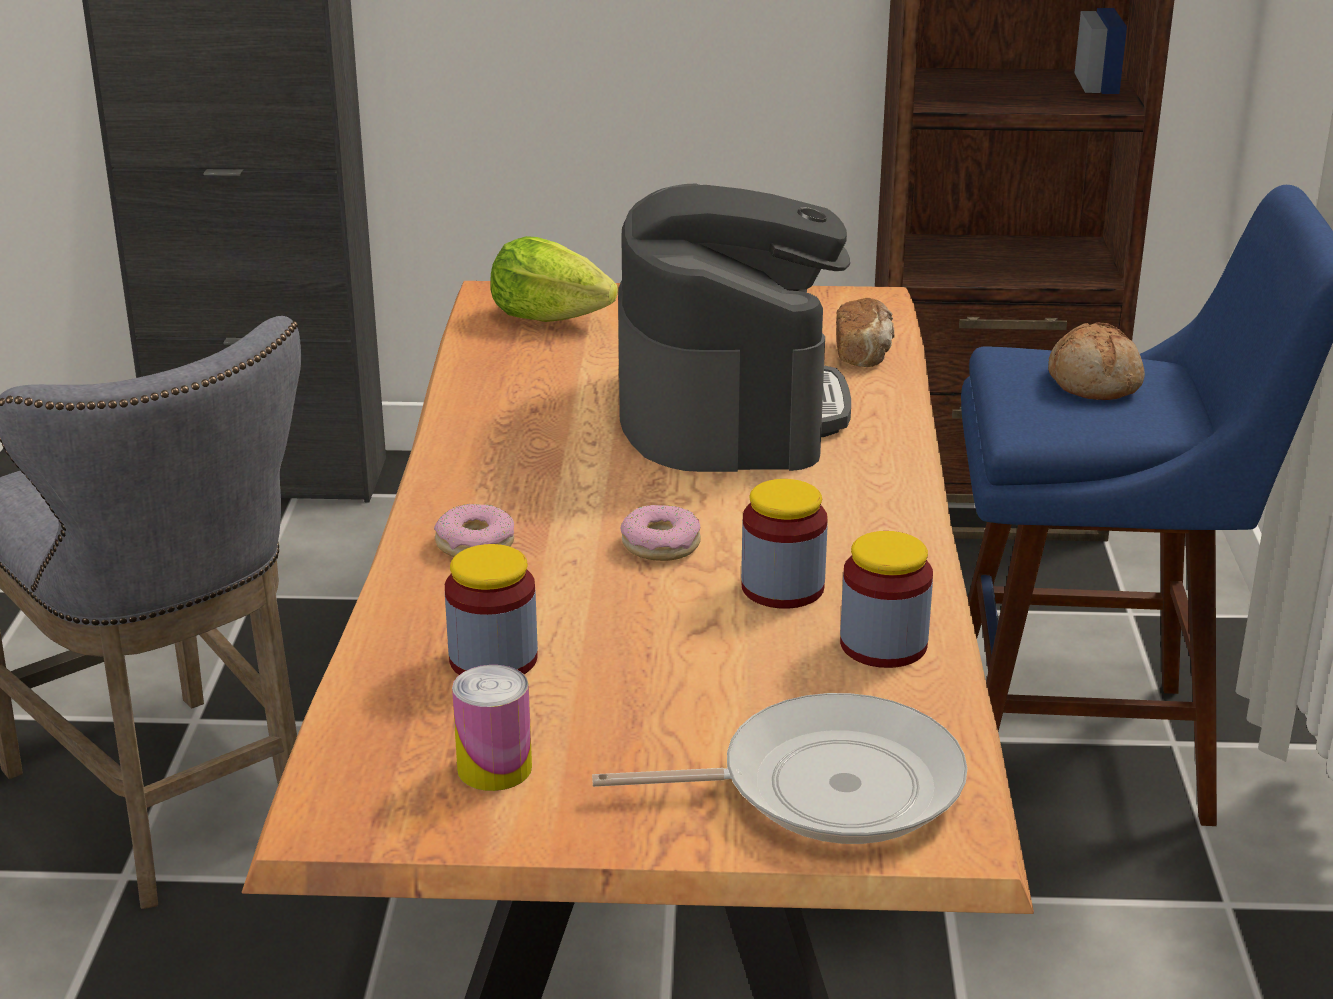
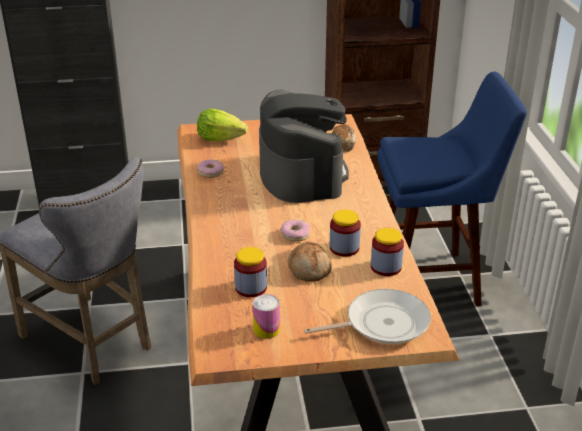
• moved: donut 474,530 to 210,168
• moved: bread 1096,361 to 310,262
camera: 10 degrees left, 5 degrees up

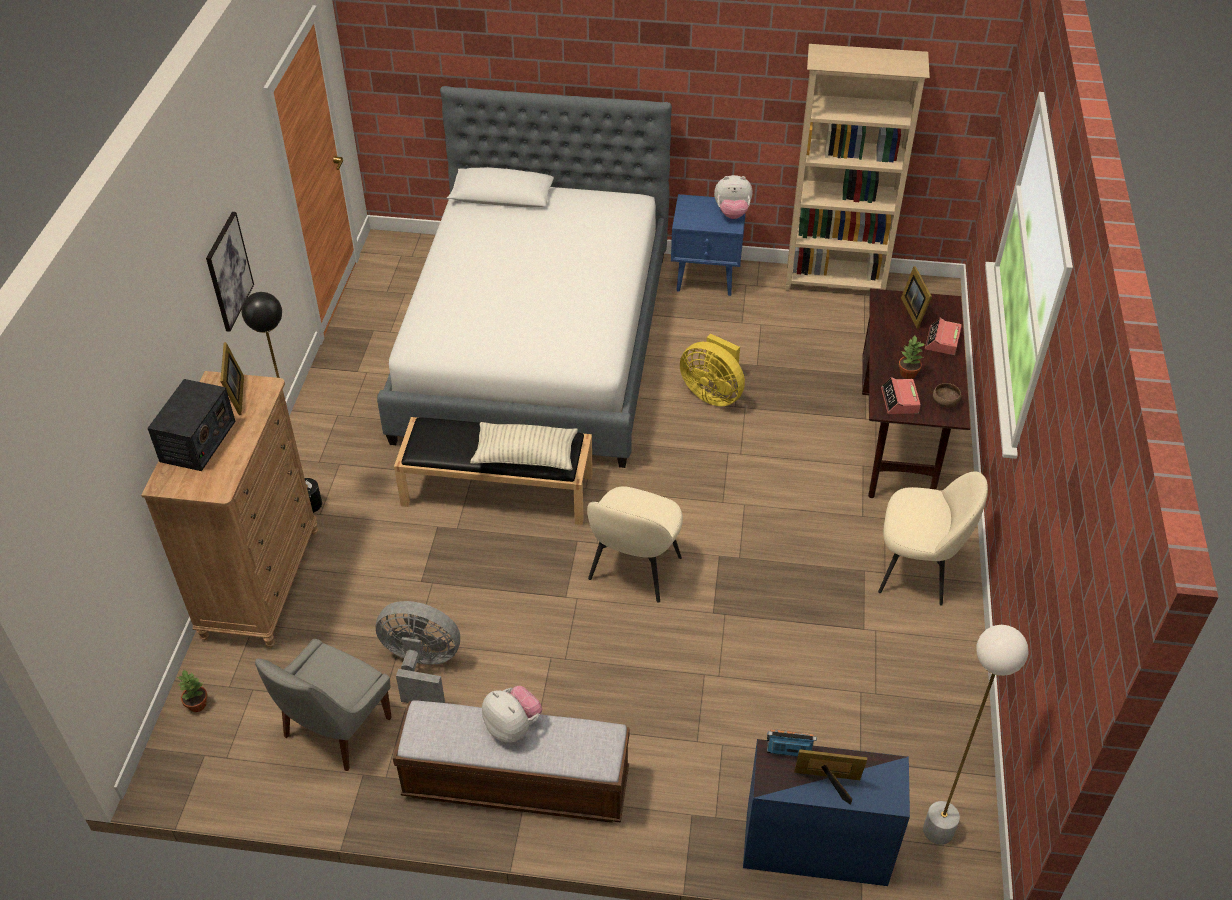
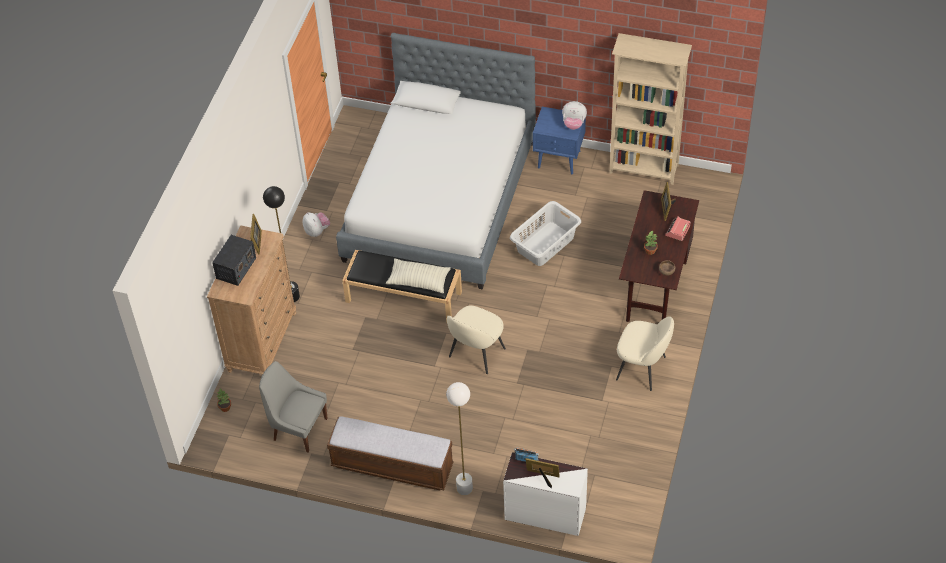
• removed: wall picture 230,272
• removed: grey electric fan 417,652
• removed: bedside clock 901,395
• moved: plush toy 512,714 to 316,224
• moved: white-coloured floor lamp 975,735 to 459,438
• replaced: yellow-coloured electric fan 712,369 to grey hamper 545,233
• recoloured: blue drawer chest 826,812 to white-coloured drawer chest 545,494
• turned: grey chair 323,705 = 293,407 75 degrees clockwise
camera: 10 degrees right, 5 degrees up

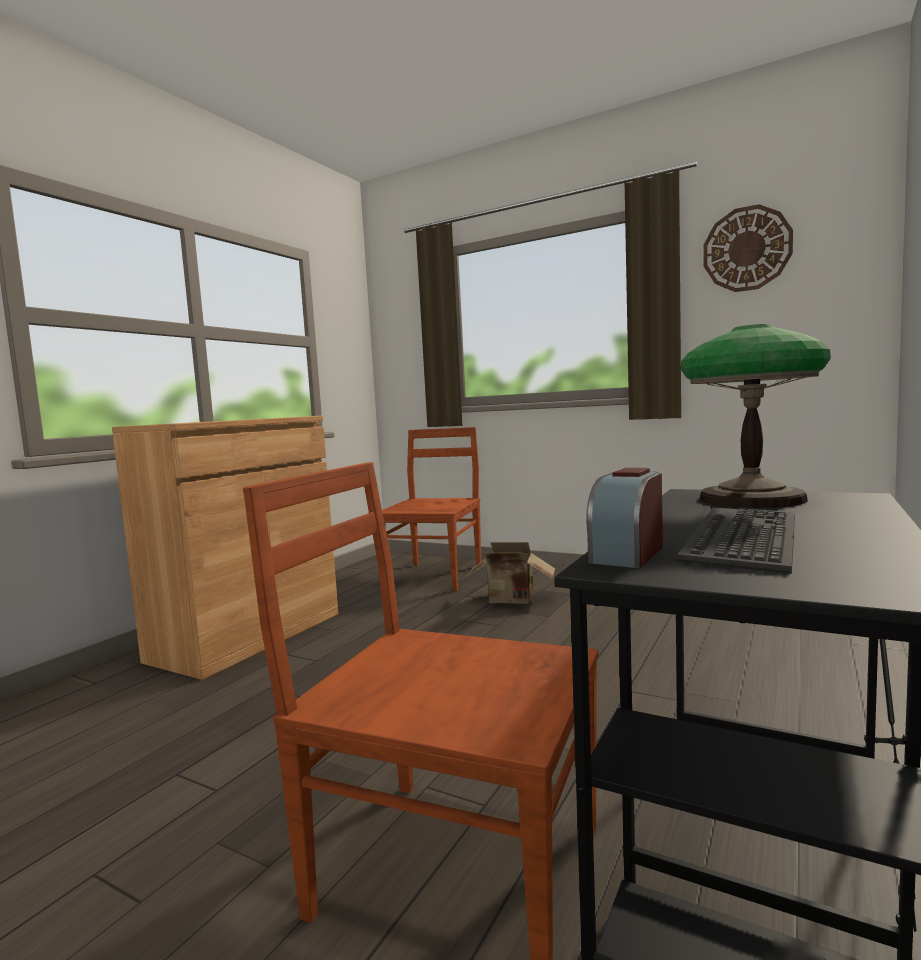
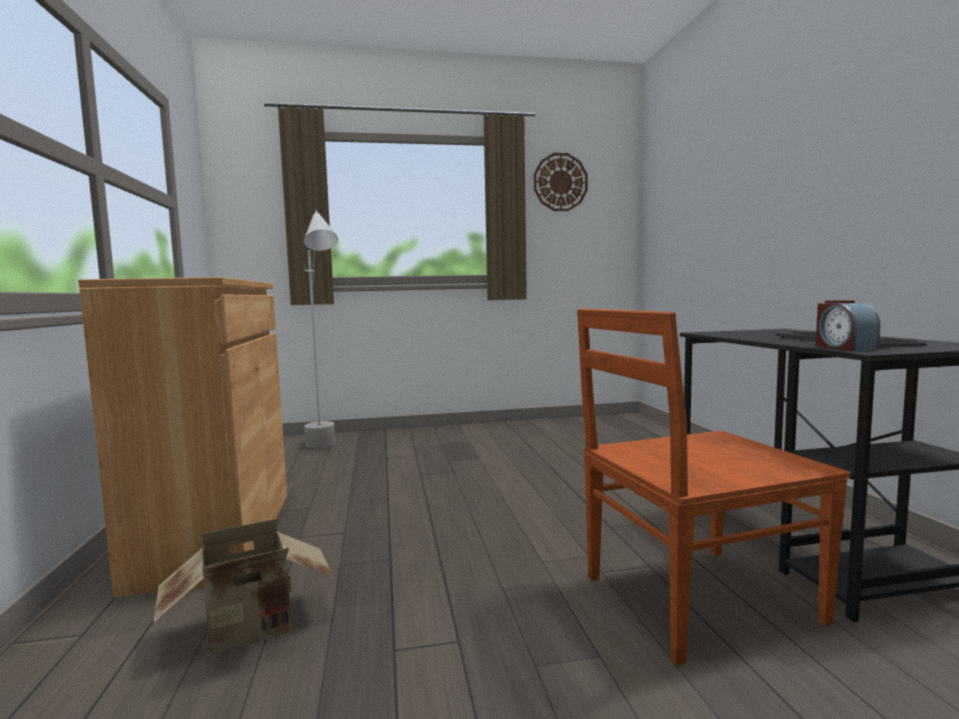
• removed: table lamp 756,416
• moved: packing box 510,573 to 243,586
• replaced: brown-coloured chair 431,509 to grey floor lamp 321,329
camera: 40 degrees left, 0 degrees up

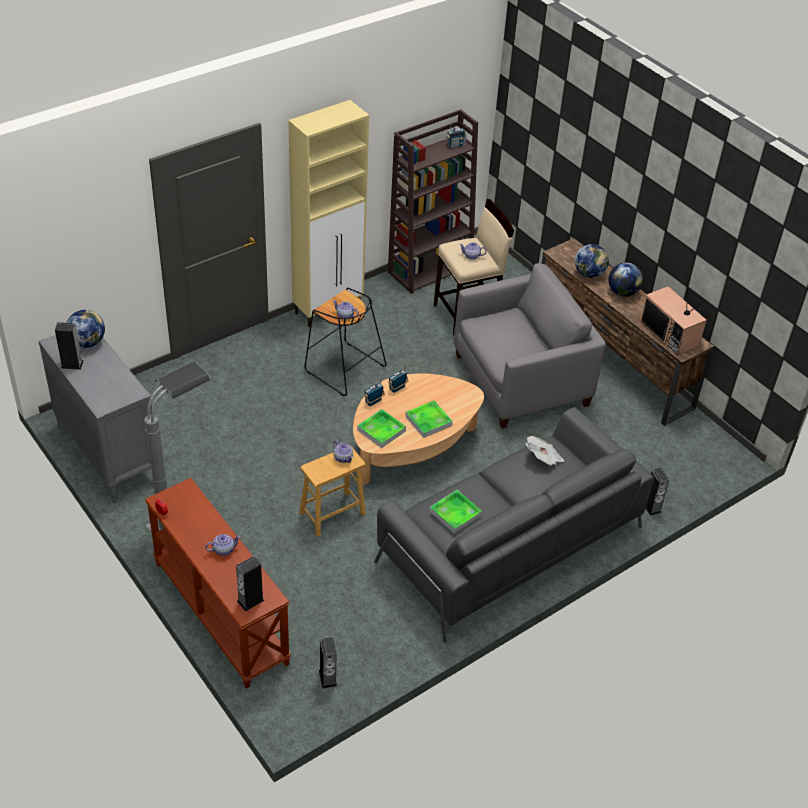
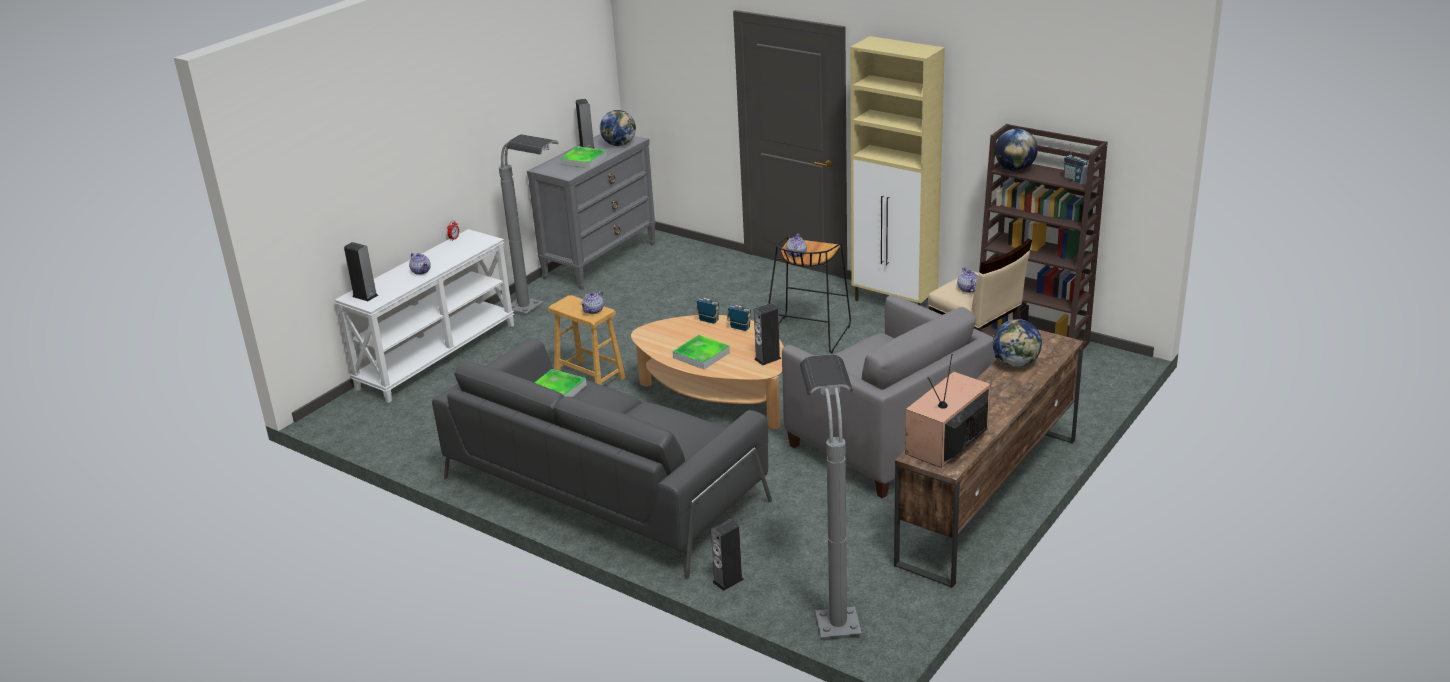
• removed: daily paper 545,450
• added: grey floor lamp 831,496
• moved: audio speaker 328,662 to 768,334
• moved: carrying tray 381,428 to 583,157
• moved: world globe 625,280 to 1016,150
• recoloured: brown-coloured narrow table 218,583 to white-coloured narrow table 424,316
camera: 75 degrees right, 15 degrees down

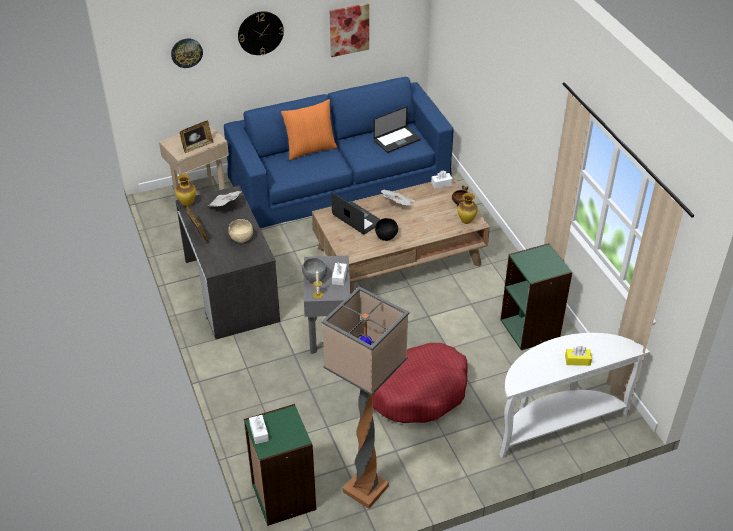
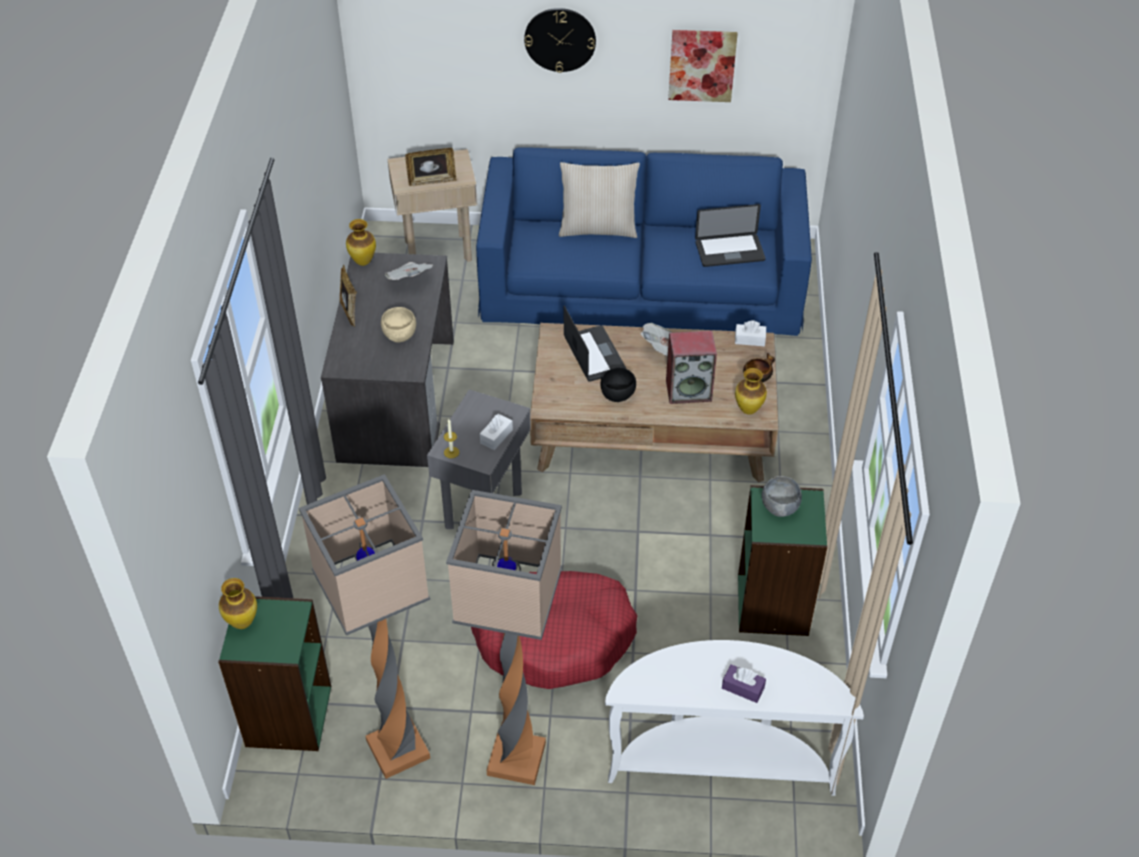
• removed: hanging clock 187,53
• added: floor lamp 504,637
• added: audio speaker 691,367
• moved: grey deep dish 314,270 to 782,496
• replaced: white-coloured tissue holder 259,429 to vase 238,603
• recoloured: orangey pillow 309,129 to sand-coloured pillow 599,200
• recoloured: yellow-coloured tissue holder 578,356 to purple-coloured tissue holder 744,683
camera: 25 degrees right, 5 degrees up

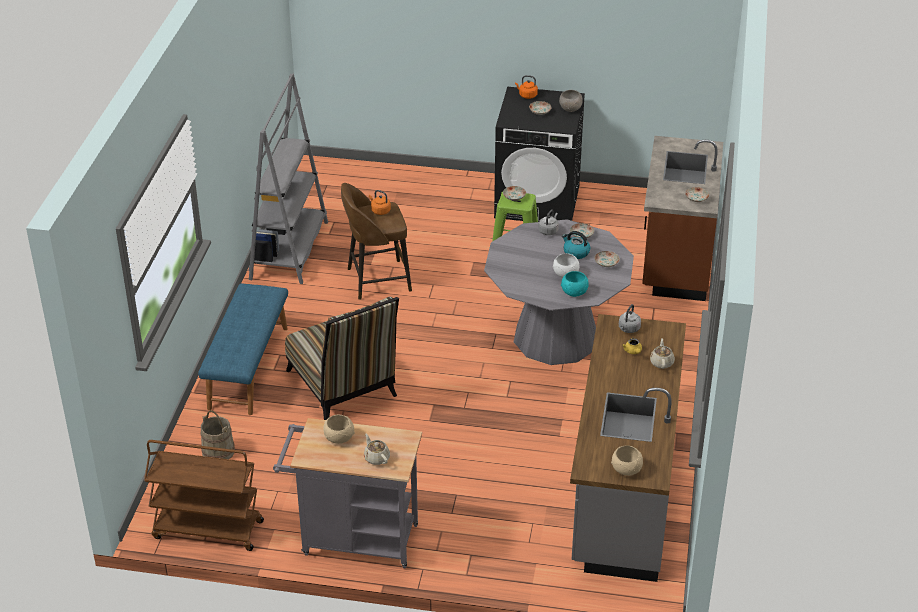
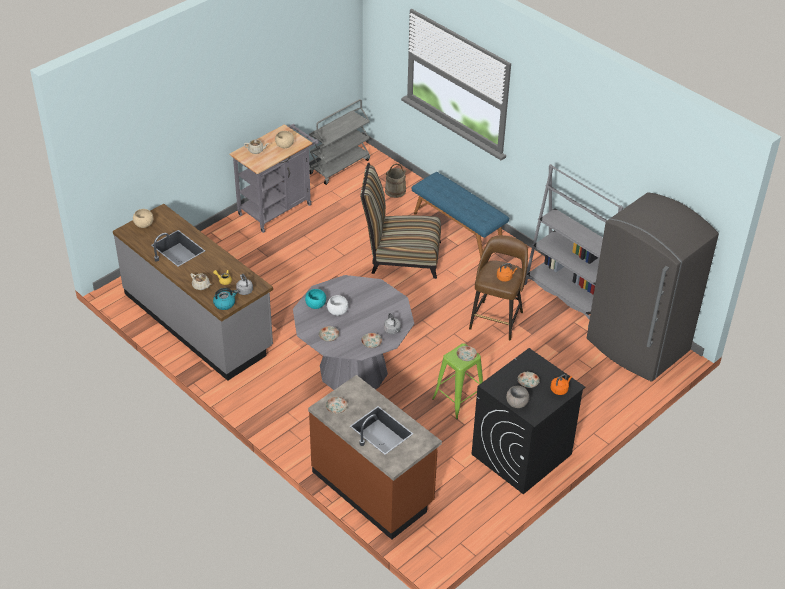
• added: grey kitchen fridge 653,287
• moved: kettle 576,245 to 225,299
• recoloured: brown-coloured cart 204,495 to grey cart 339,142
camera: 125 degrees right, 5 degrees up

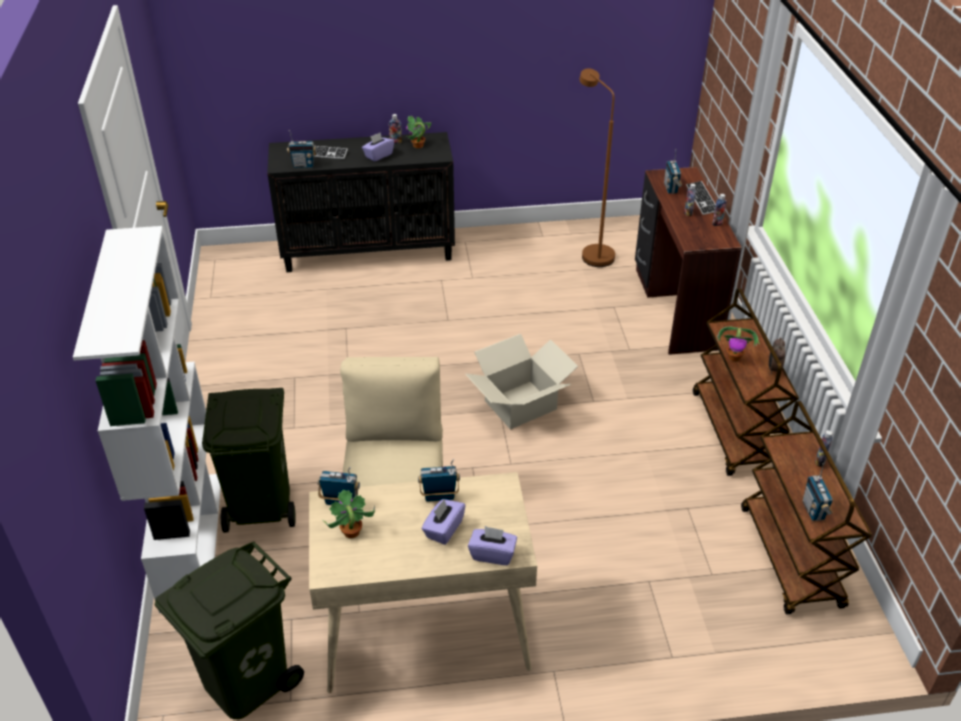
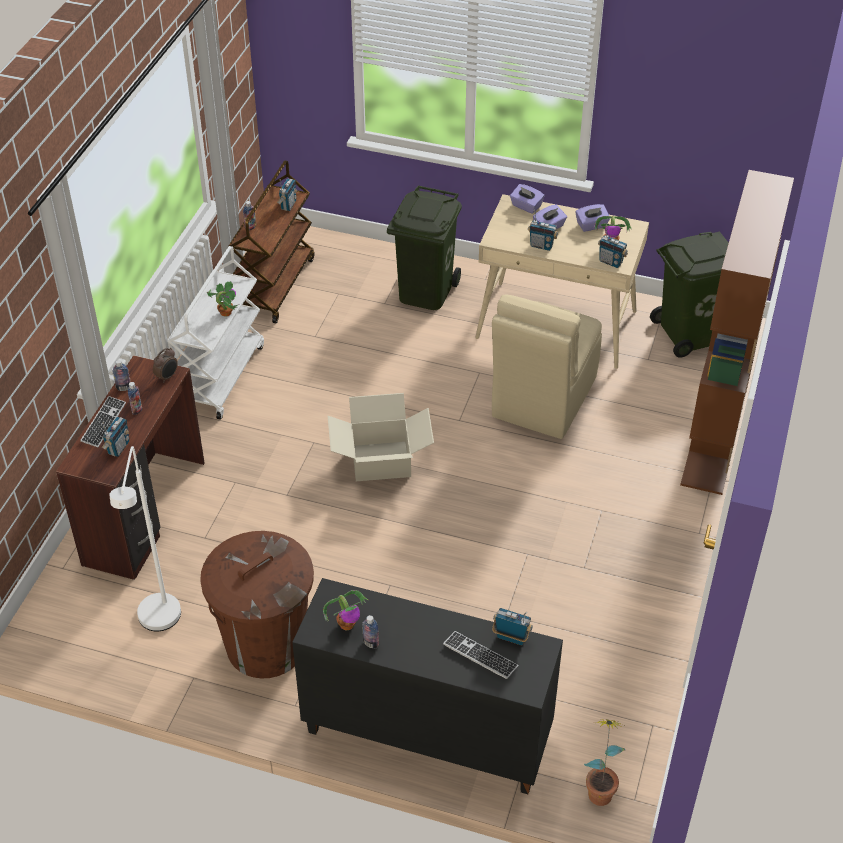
• added: brown-coloured rubbish bin 257,604
• added: houseplant 604,762
• moved: green rubbish bin 249,460 to 424,247
• moved: purple-coloured tissue holder 378,147 to 592,218
• moved: bedside clock 777,355 to 165,365
• recoloured: white-coloured bookcase 147,419 to brown-coloured bookcase 737,332
• recoloured: brown-coloured floor lamp 597,167 to white-coloured floor lamp 145,538
• recoloured: brown-coloured cart 746,382 to white-coloured cart 216,333
camera: 155 degrees left, 5 degrees up

